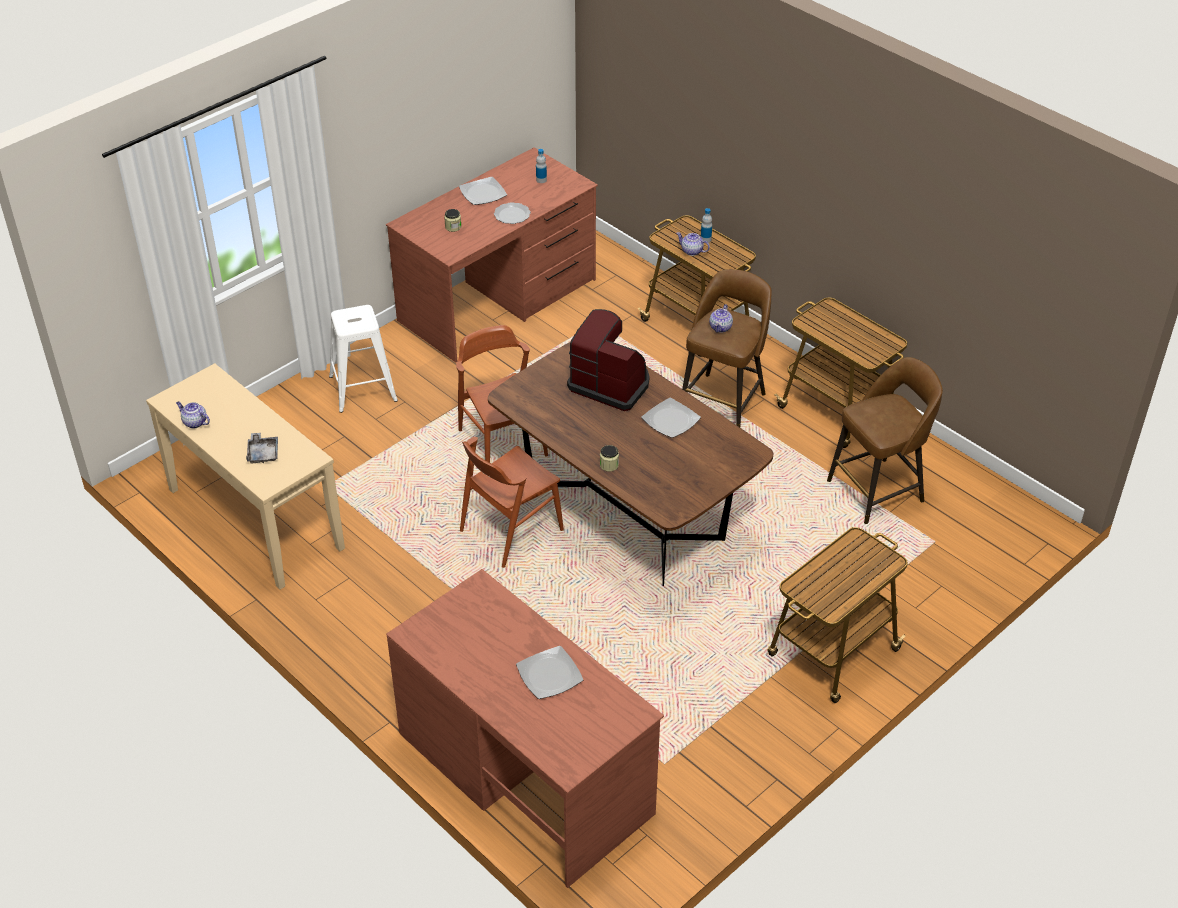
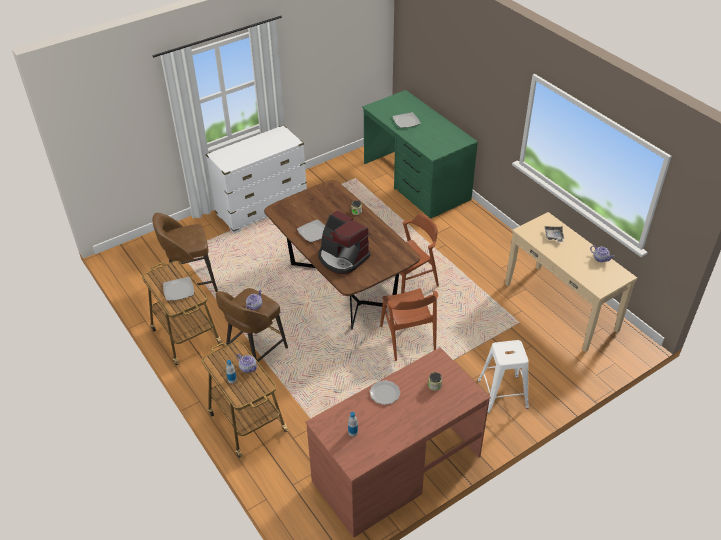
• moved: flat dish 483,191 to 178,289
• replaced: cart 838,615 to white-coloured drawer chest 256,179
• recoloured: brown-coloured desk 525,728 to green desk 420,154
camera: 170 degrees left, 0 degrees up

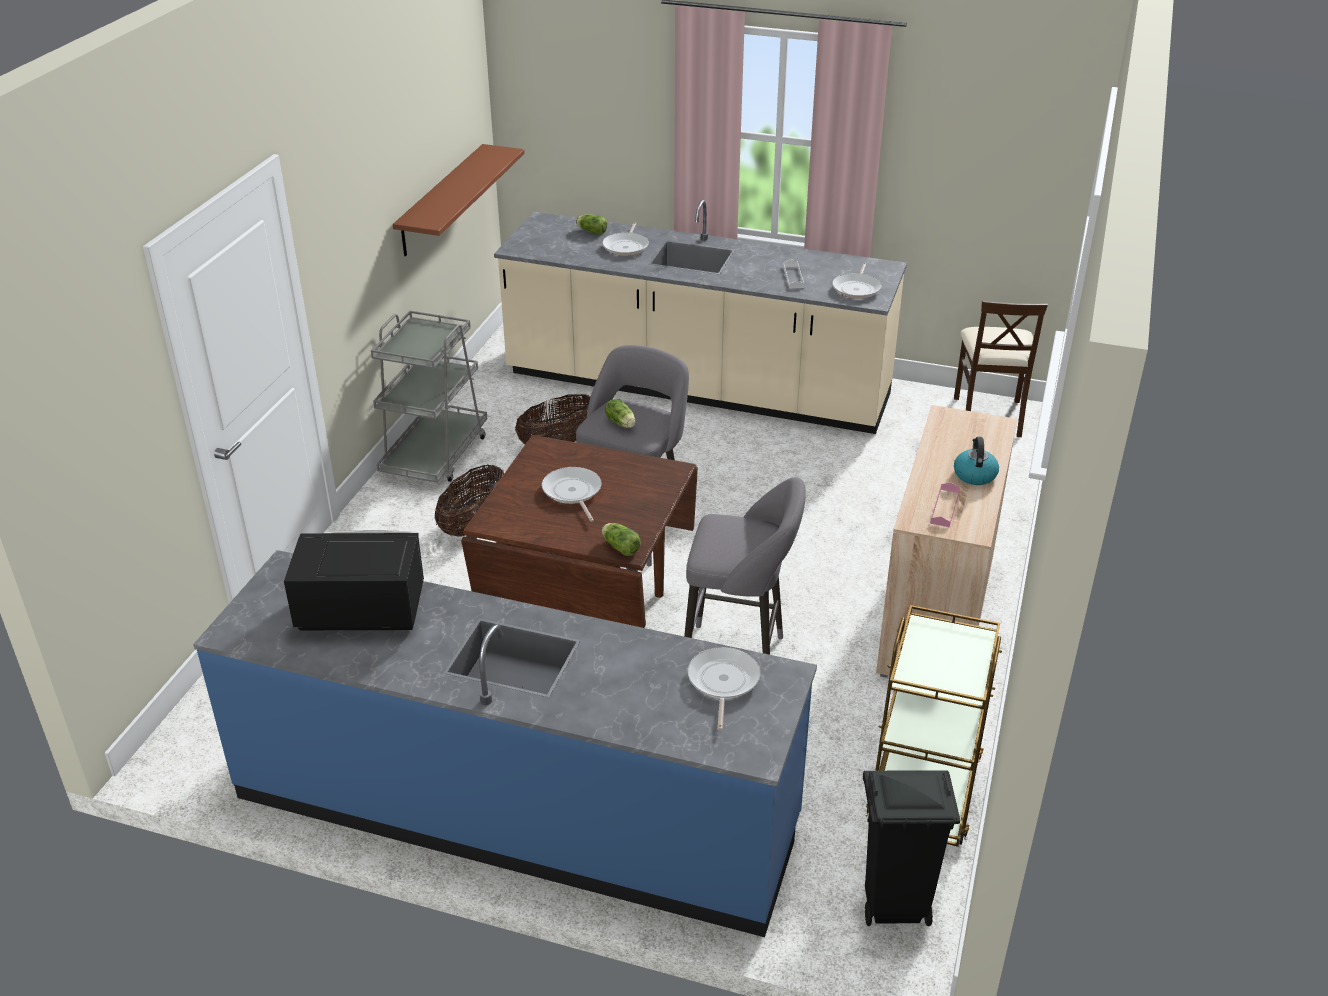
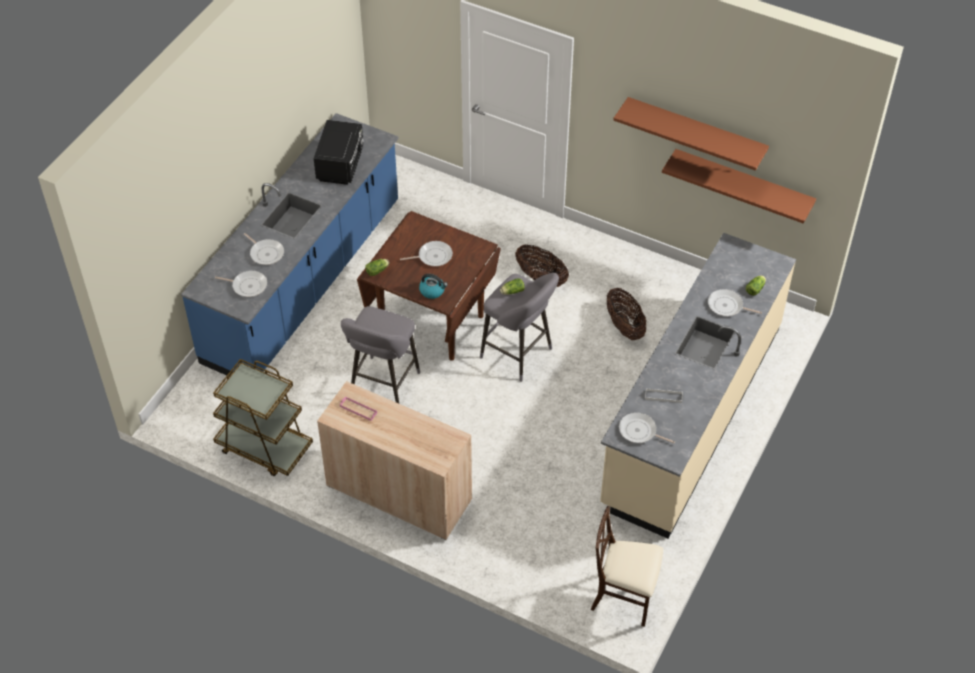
• removed: grey cart 429,397
• removed: blackish rubbish bin 911,848
• added: pan 264,249
• added: brown-coloured shelf 691,134
• moved: kettle 976,461 to 433,286
camera: 100 degrees right, 15 degrees up

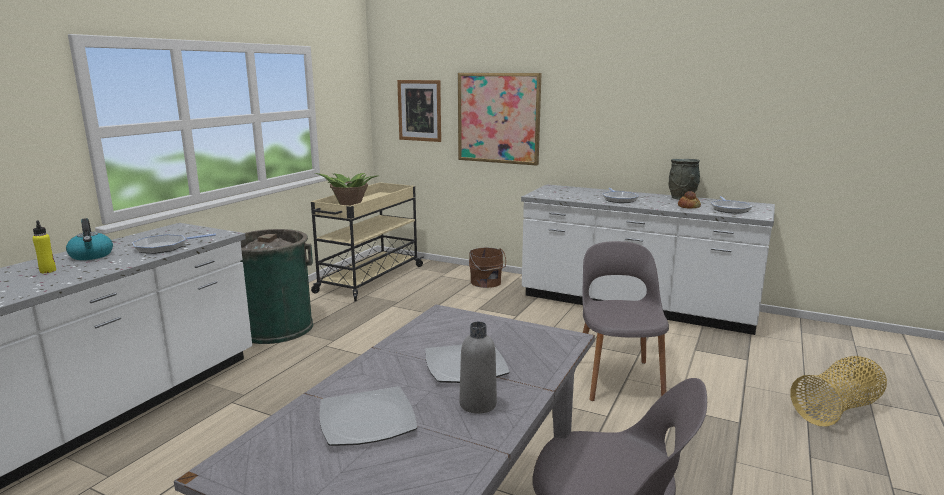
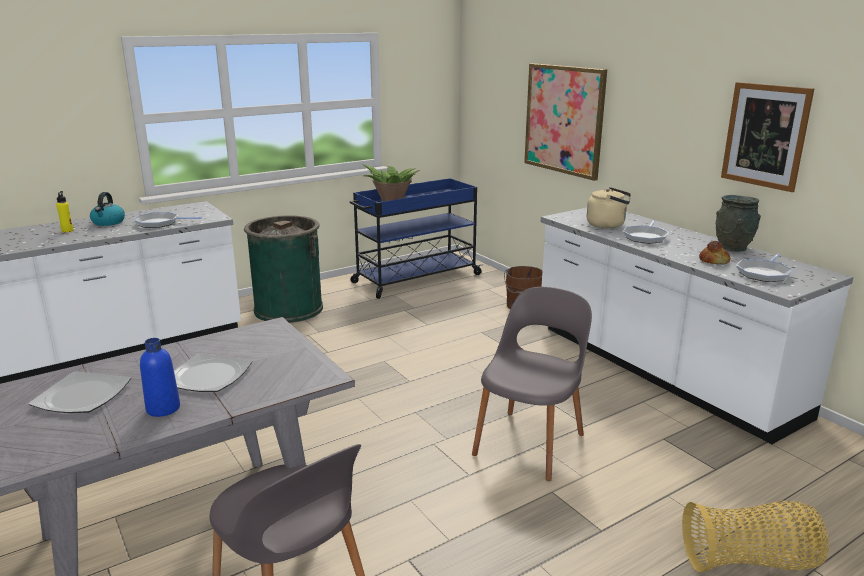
• added: sand-coloured kettle 609,207
• moved: wall picture 419,111 to 767,137
• recoloured: sand-coloured cart 367,241 to blue cart 416,238
• recoloured: grey bottle 478,368 to blue bottle 160,377
camera: 30 degrees right, 5 degrees up

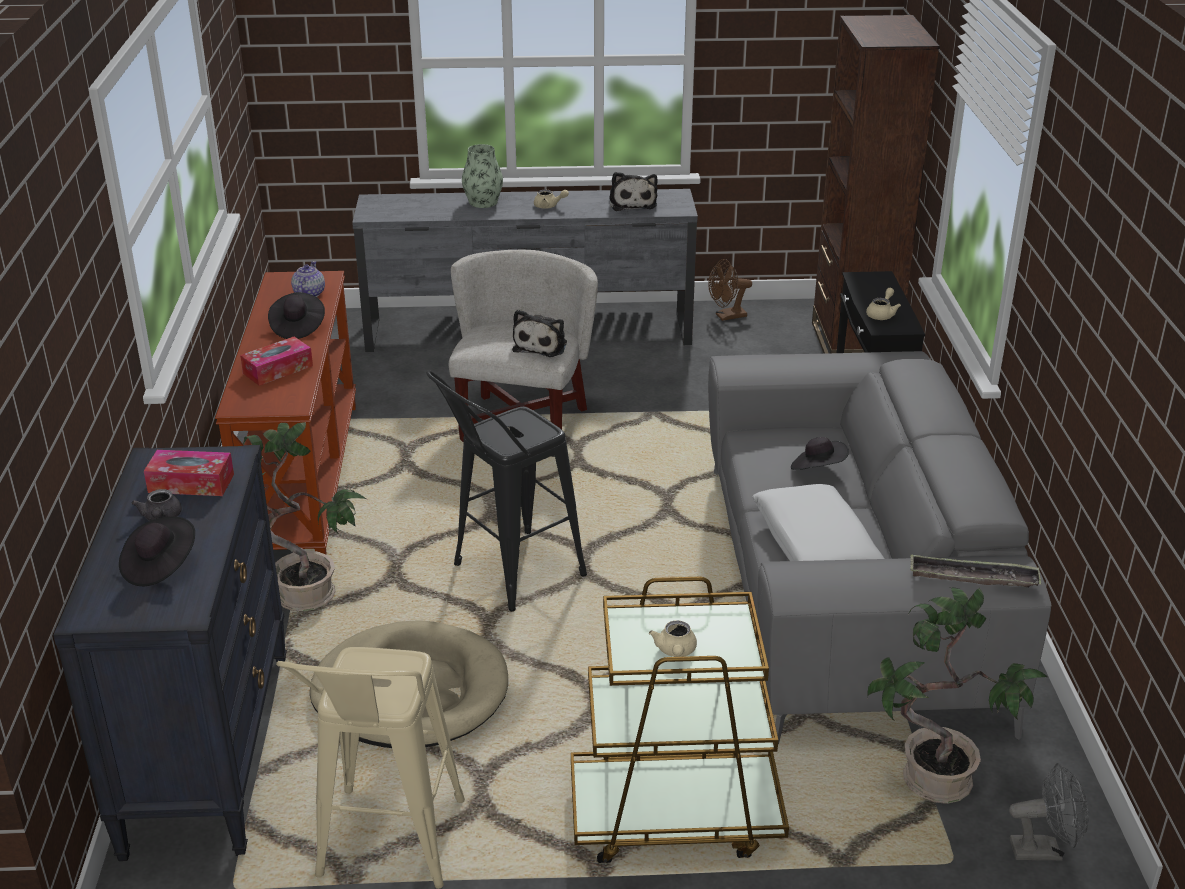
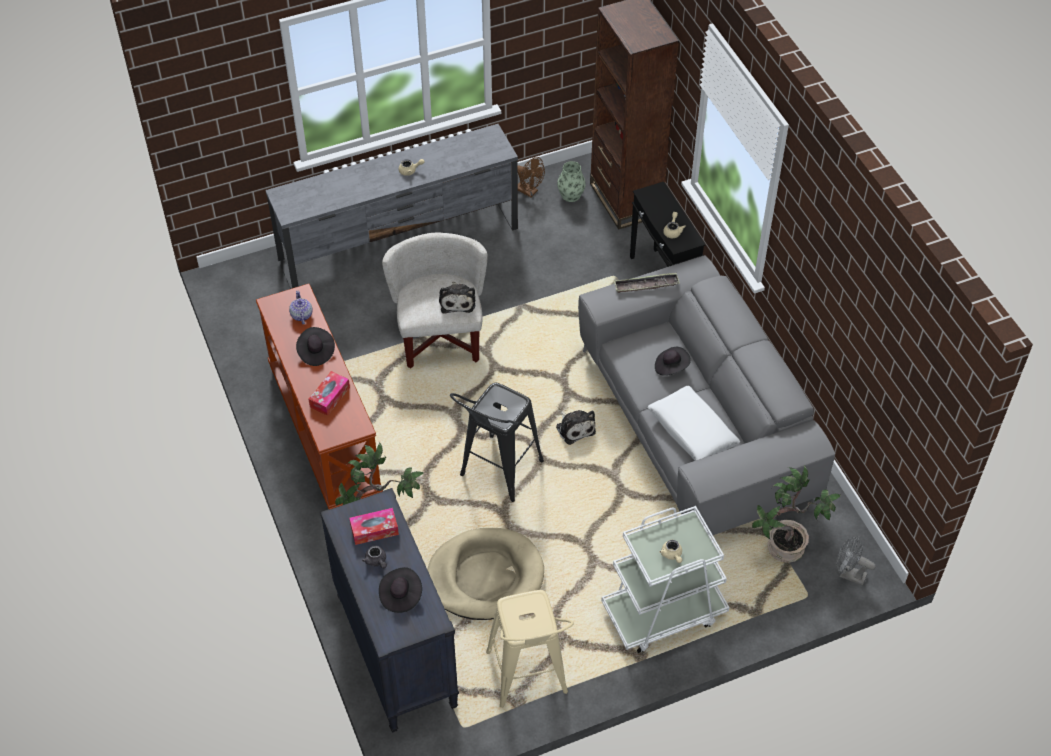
• moved: vase 482,176 to 571,181
• moved: plush toy 633,191 to 576,427
• moved: carrying tray 976,571 to 647,283
• recoloured: brown-coloured cart 680,720 to white-coloured cart 665,579
• turned: brown-coloured electric fan 730,290 = 531,177 105 degrees counterclockwise
• turned: grey electric fan 1049,812 = 856,561 135 degrees counterclockwise
camera: 20 degrees left, 20 degrees up

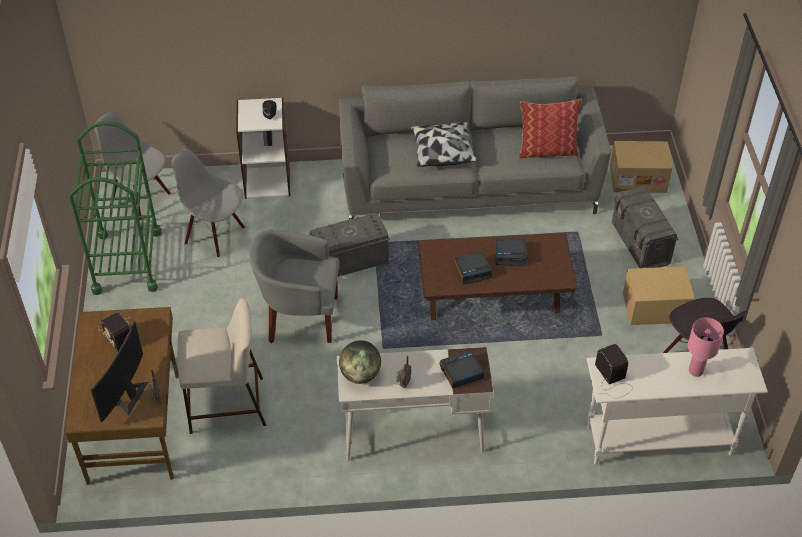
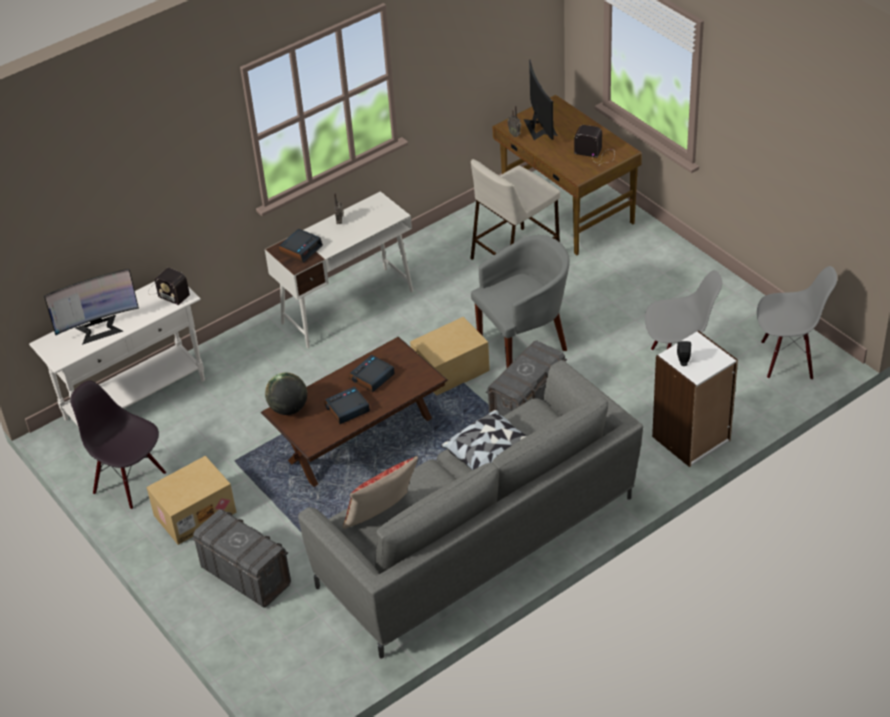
• removed: green cart 115,208
• moved: world globe 360,362 to 286,393
• moved: packing box 641,167 to 450,356
• replaced: pink table lamp 706,347 to computer screen 91,307
camera: 150 degrees right, 5 degrees down

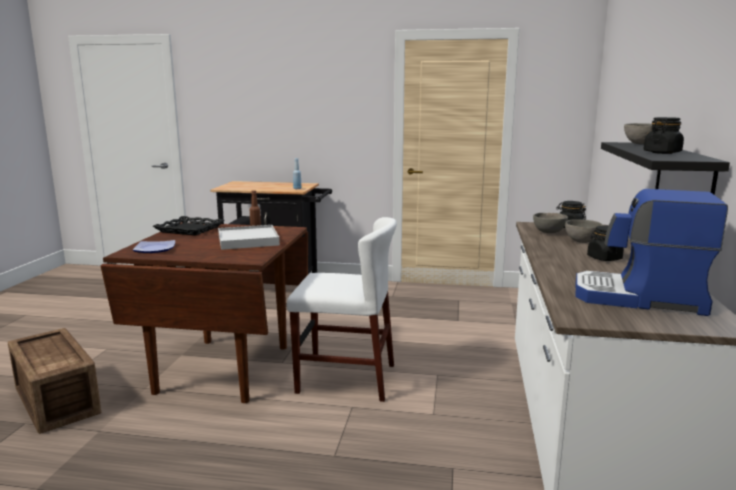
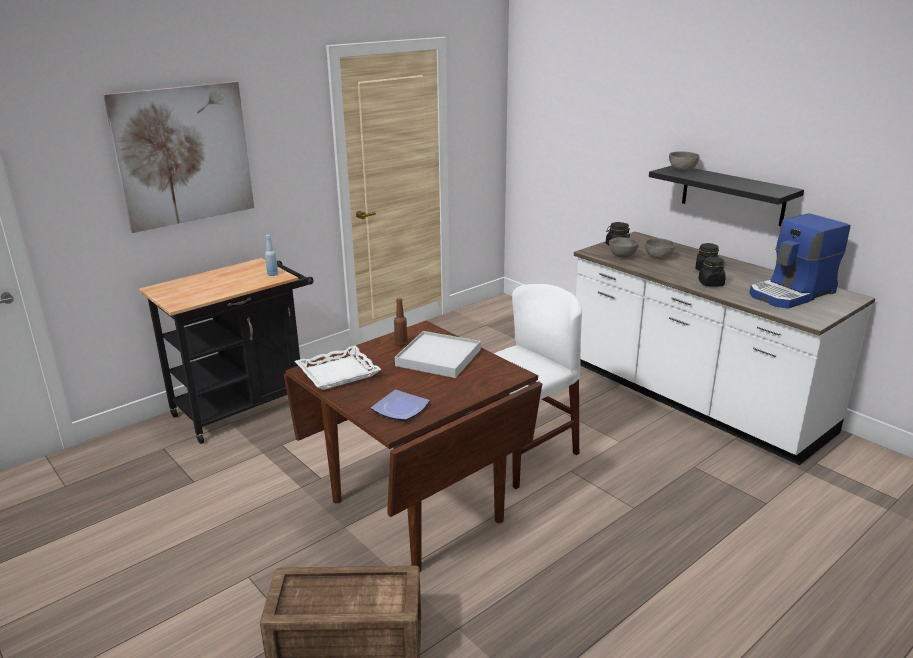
• added: wall picture 178,157
• moved: blackish jar 663,135 to 712,272
• recoloured: blackish carrying tray 189,226 to white-coloured carrying tray 338,368
camera: 50 degrees left, 10 degrees up

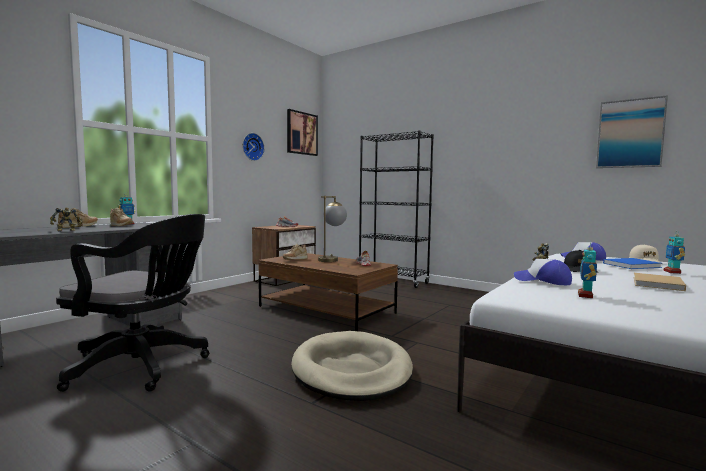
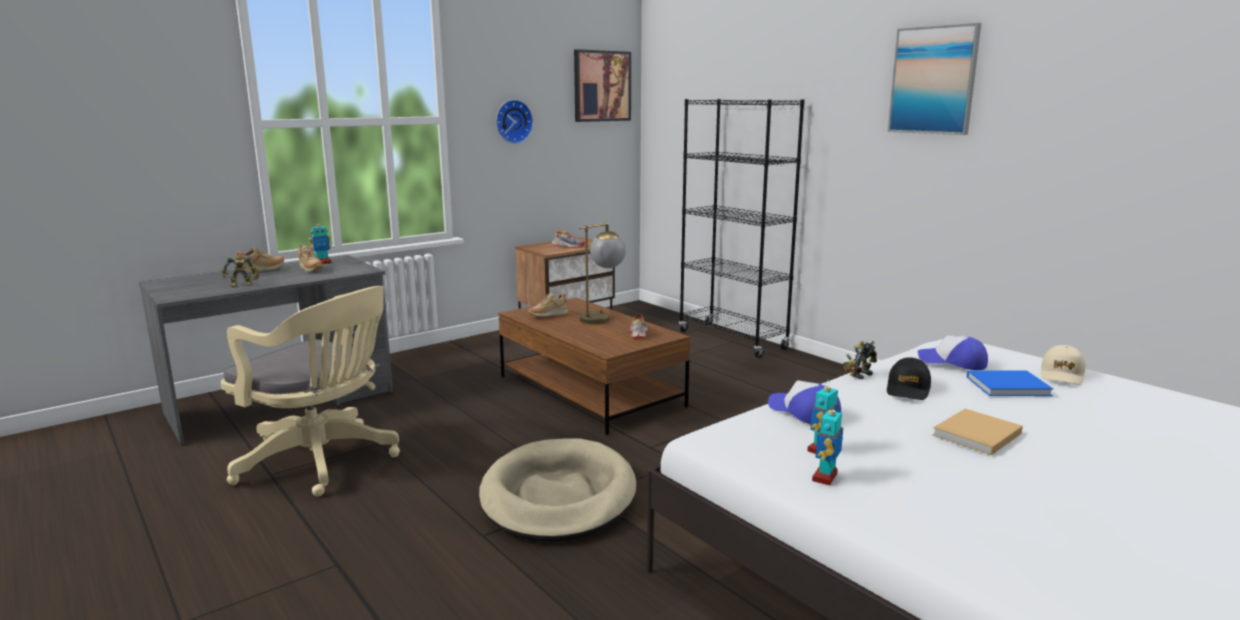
• moved: wall picture 632,131 to 934,79
• moved: model robot 674,252 to 827,443
• recoloured: blackish computer chair 132,303 to sand-coloured computer chair 310,391
camera: 15 degrees right, 10 degrees up

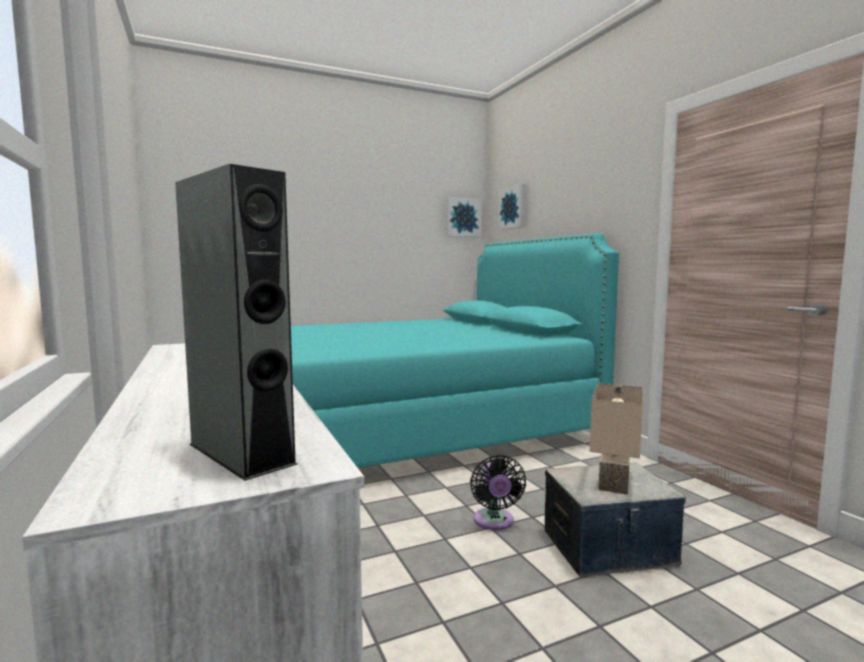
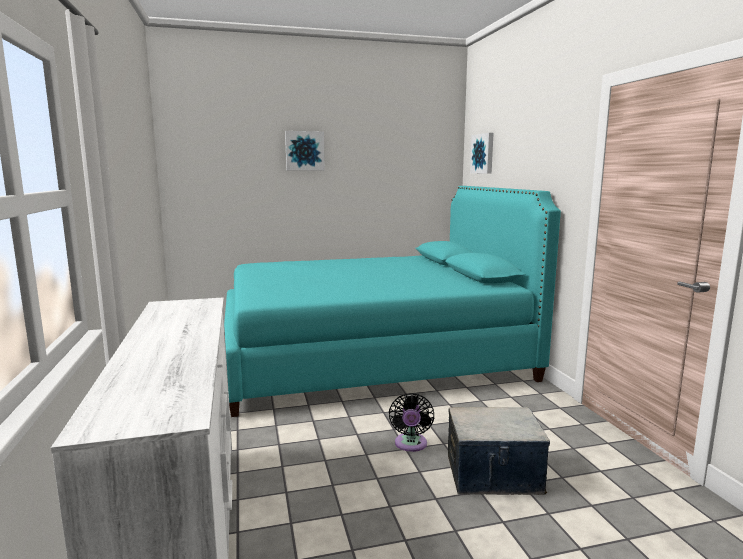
• removed: grey audio speaker 236,322
• removed: sand-coloured table lamp 616,439
• moved: wall picture 464,217 to 305,150
camera: 10 degrees right, 5 degrees up

